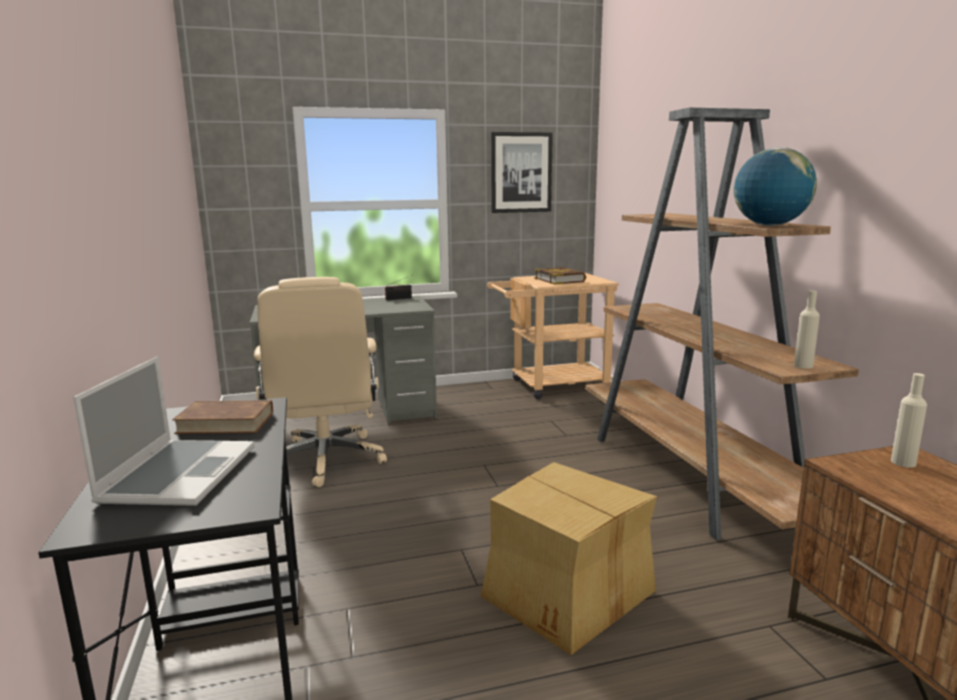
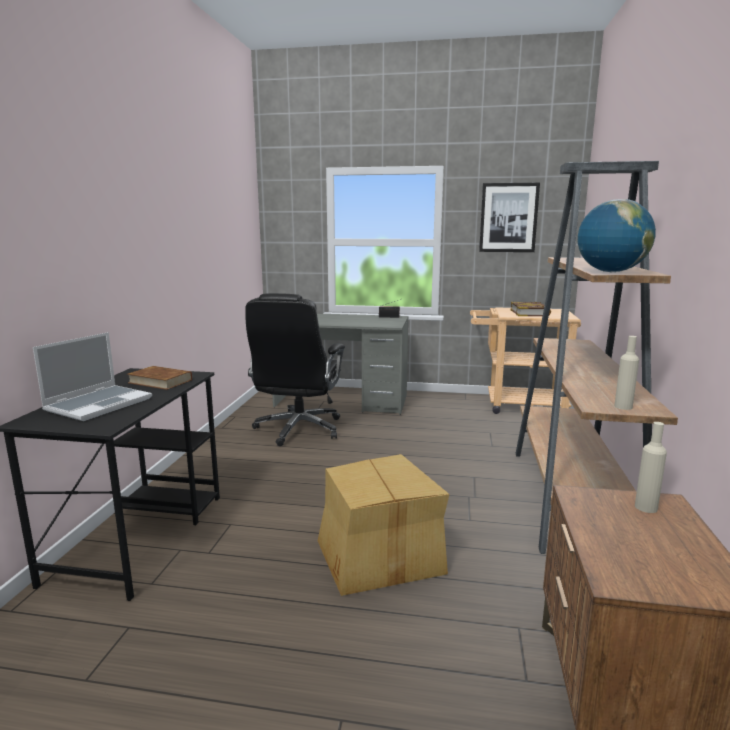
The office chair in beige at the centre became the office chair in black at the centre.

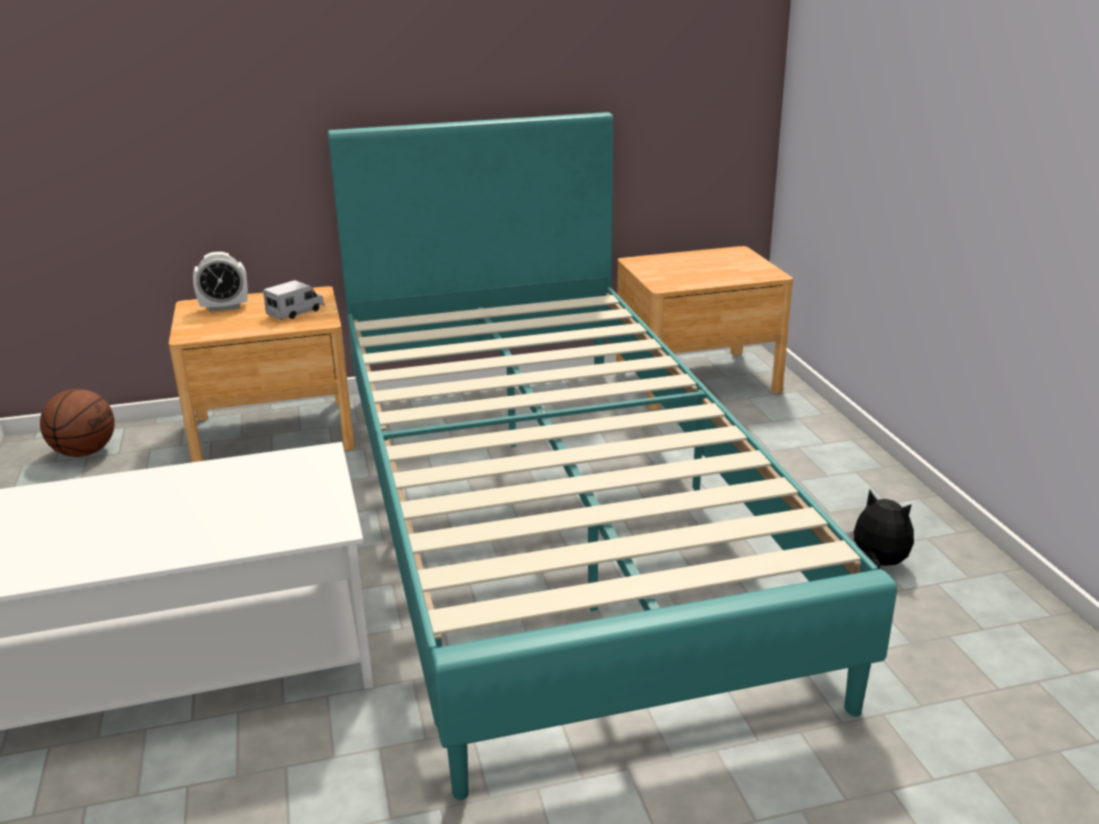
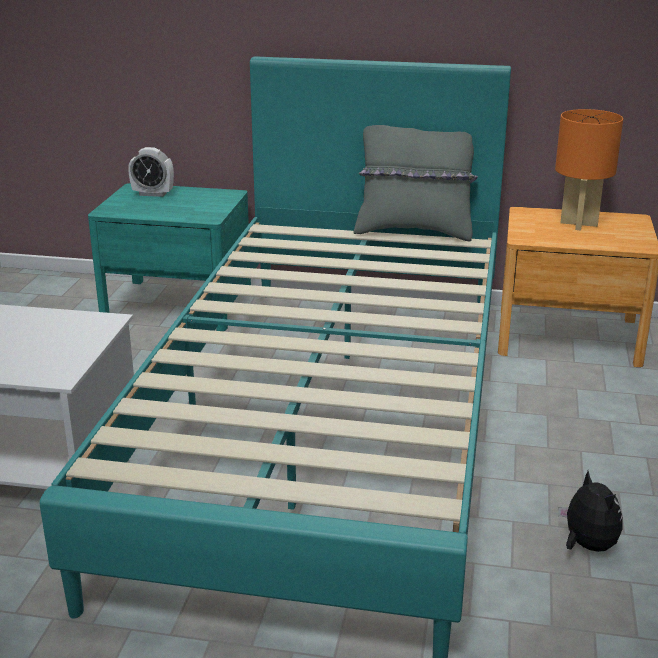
The nightstand in brown (no. 1 from left) at the middle left became the nightstand in turquoise at the middle left.
The pillow in grey at the top centre appeared.
The table lamp in orange at the top right appeared.
The basketball at the middle left disappeared.
The toy truck at the middle left disappeared.

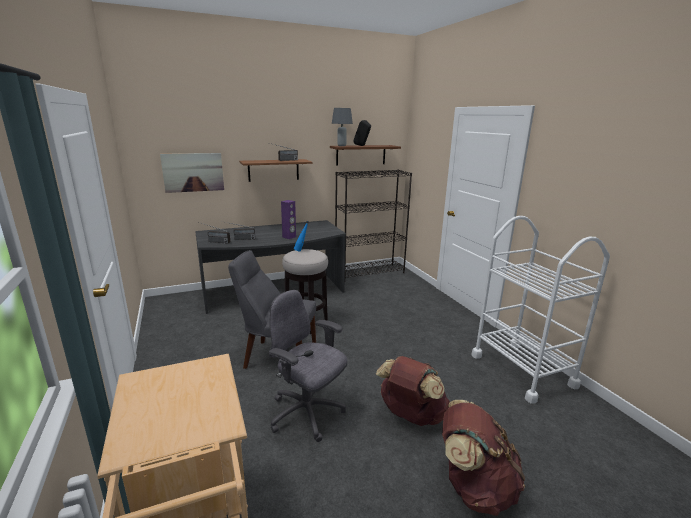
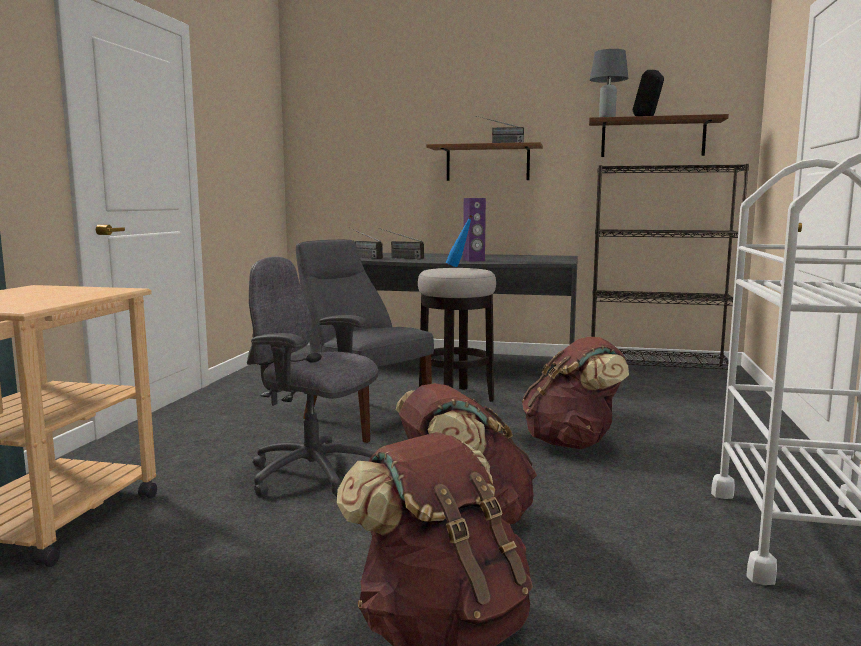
The office chair in grey at the bottom centre turned 45 degrees counterclockwise.
The backpack in brown (no. 3 from left) at the middle right appeared.
The picture at the middle left disappeared.

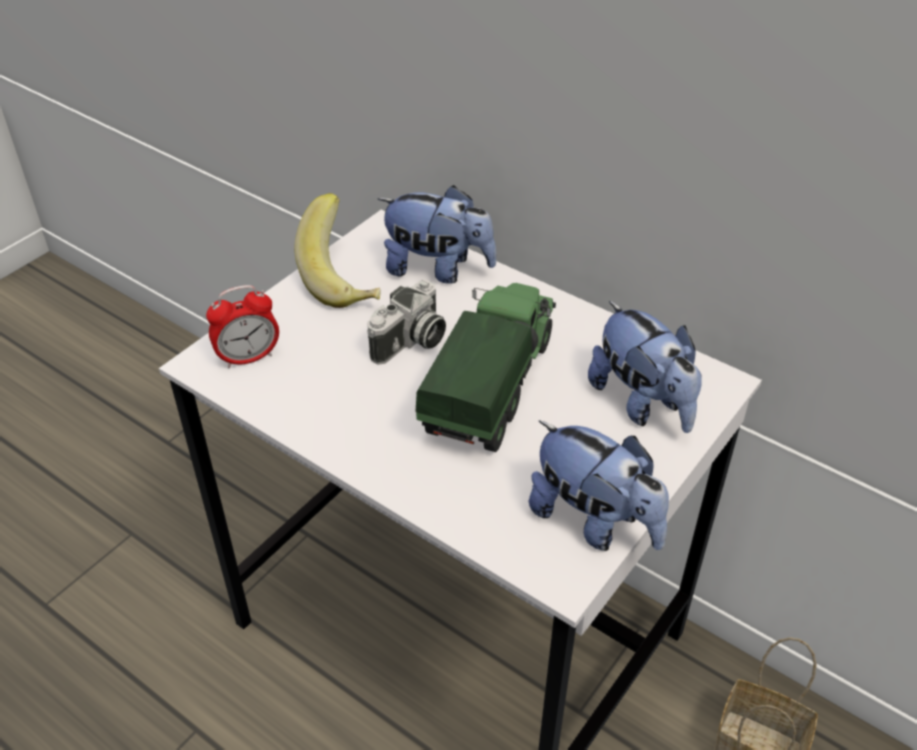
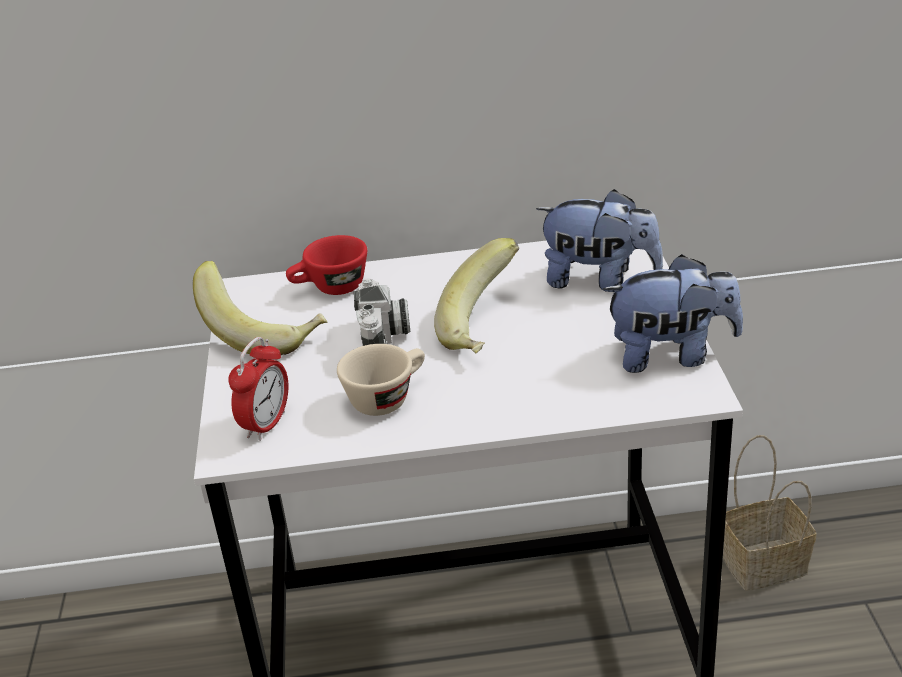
The plush toy (no. 1 from left) at the top centre was replaced by the cup in red at the centre.
The cup in beige at the centre appeared.
The toy truck at the centre was replaced by the banana (no. 2 from left) at the centre.

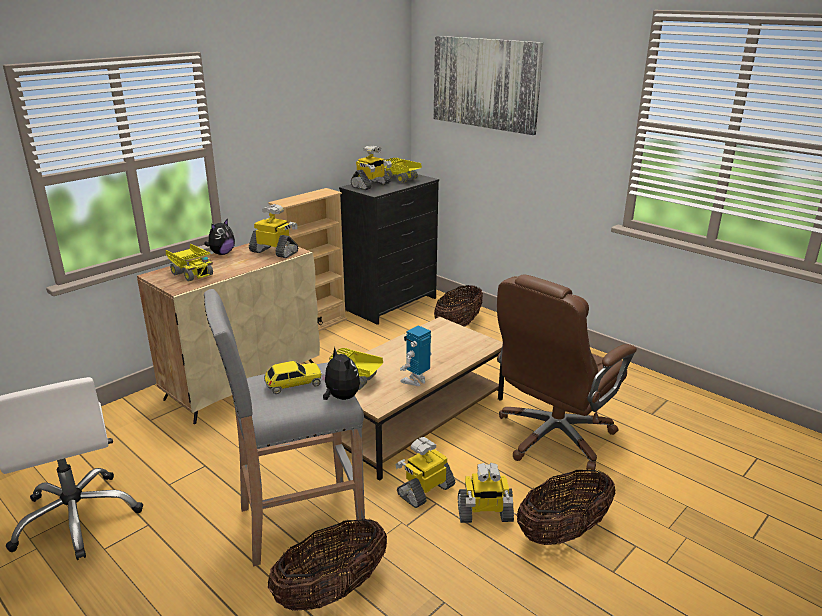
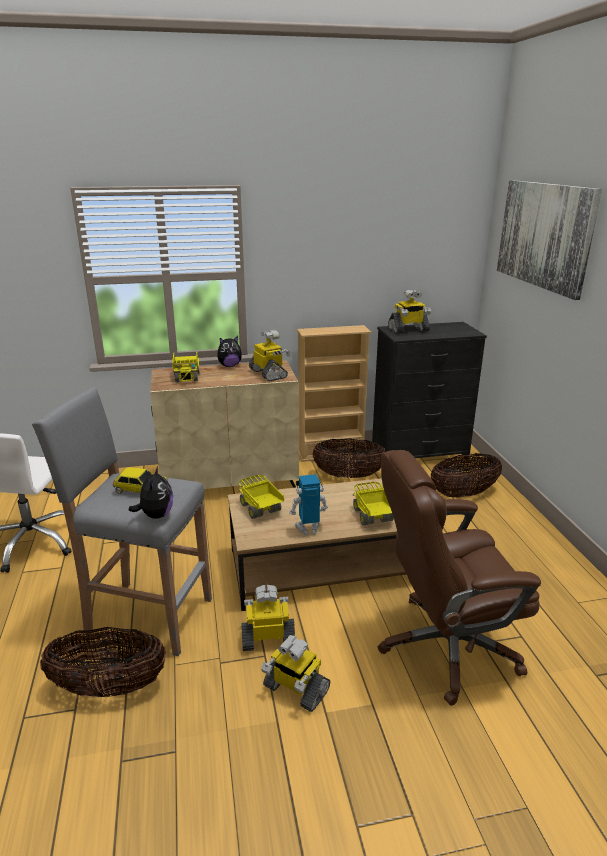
The basket (no. 3 from left in the first image) moved from the bottom right to the centre.
The toy truck (no. 3 from left) moved from the top centre to the centre.

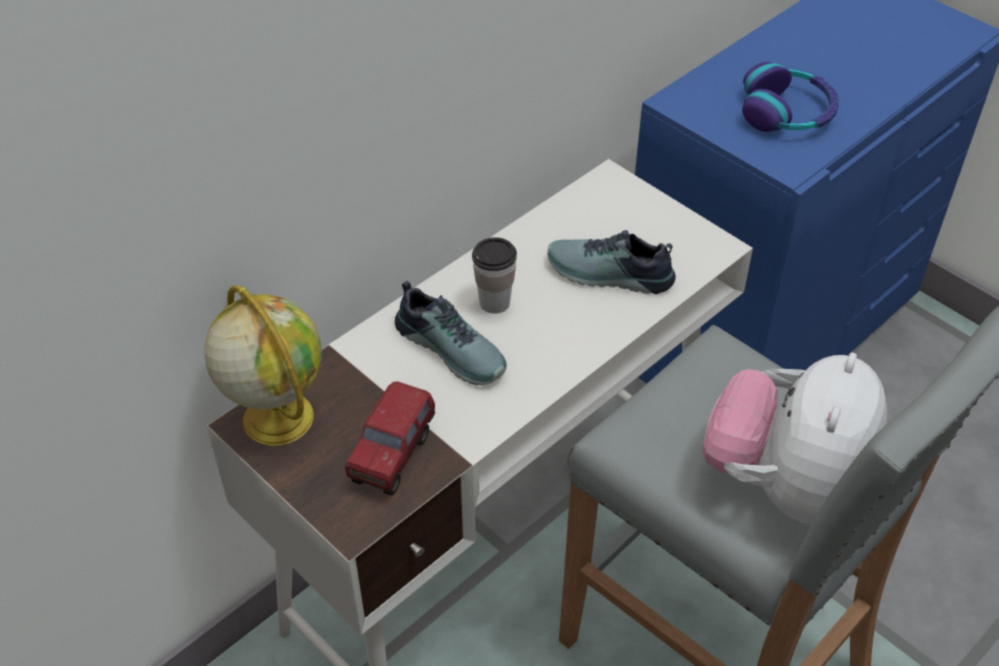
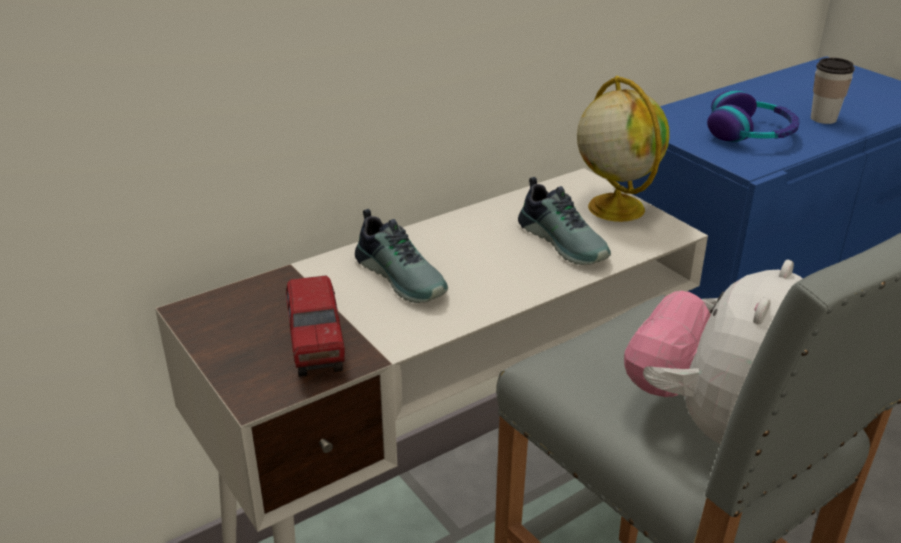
The toy truck at the centre turned 45 degrees counterclockwise.
The shoe (no. 2 from left) at the centre turned 150 degrees counterclockwise.
The globe moved from the middle left to the top right.
The cup moved from the centre to the top right.

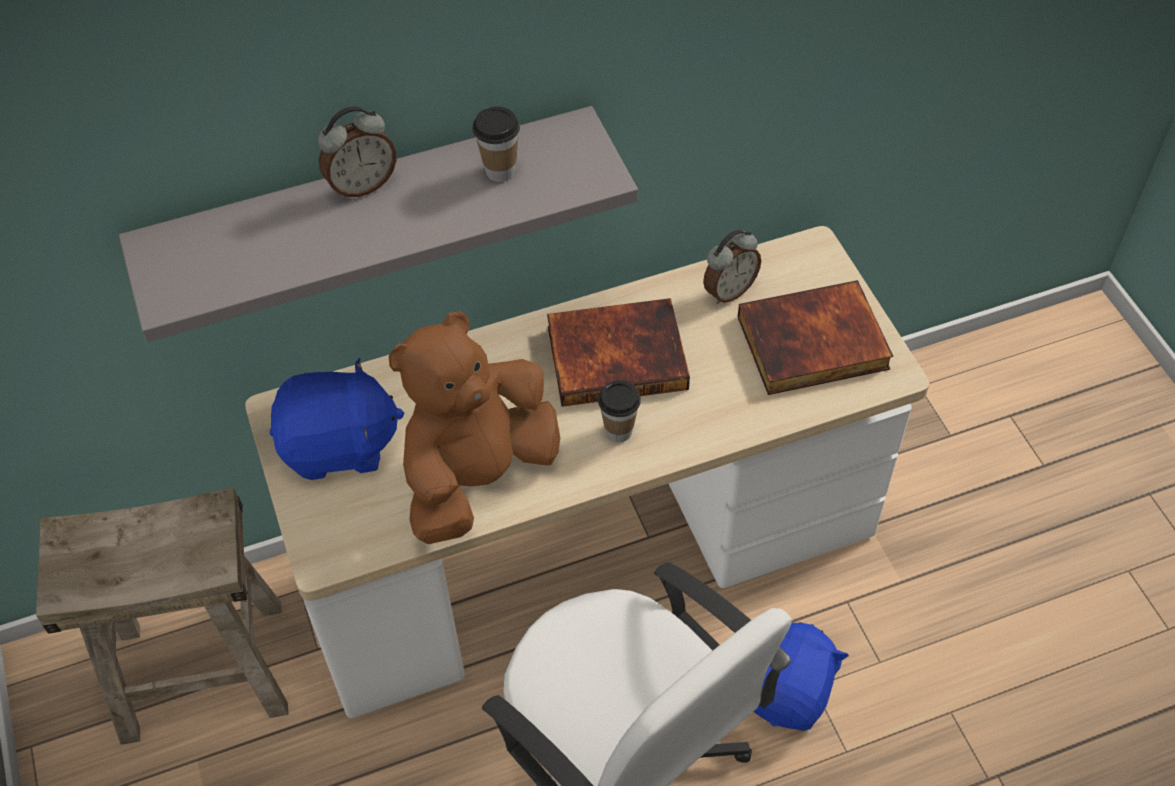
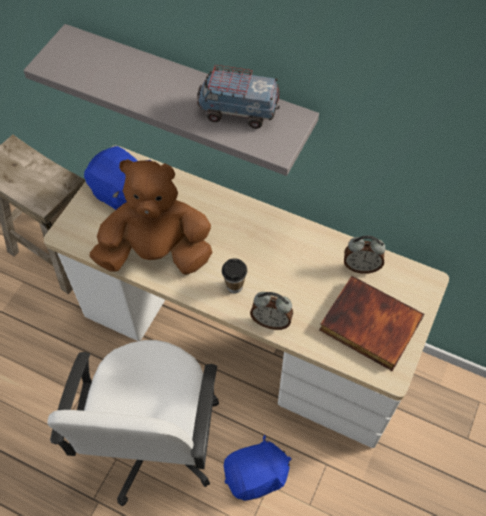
The cup (no. 1 from left) at the top centre was replaced by the toy truck at the top centre.
The alarm clock (no. 1 from left) moved from the top left to the centre.
The book (no. 1 from left) at the centre disappeared.

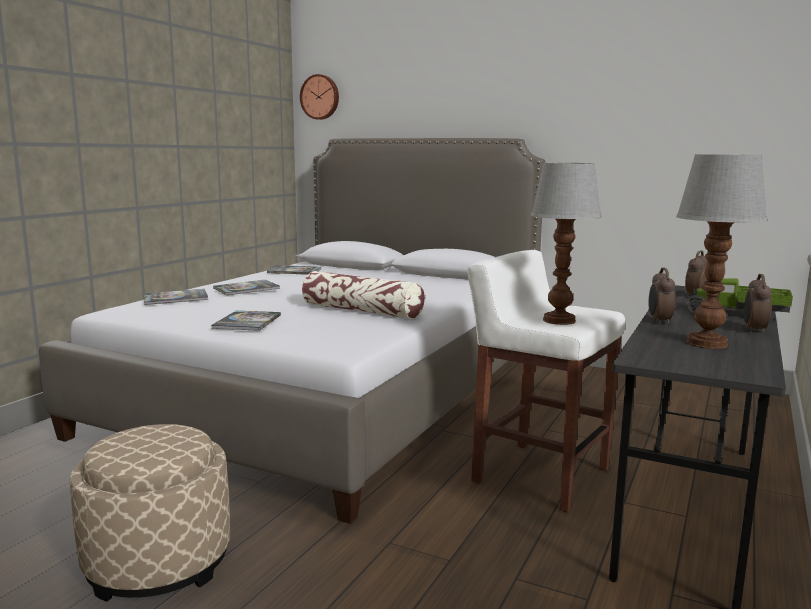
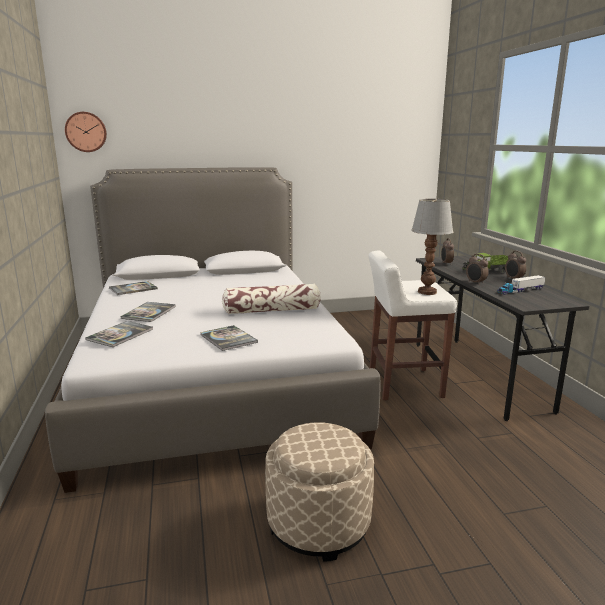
The table lamp (no. 2 from left) at the middle right was replaced by the toy truck (no. 2 from left) at the middle right.

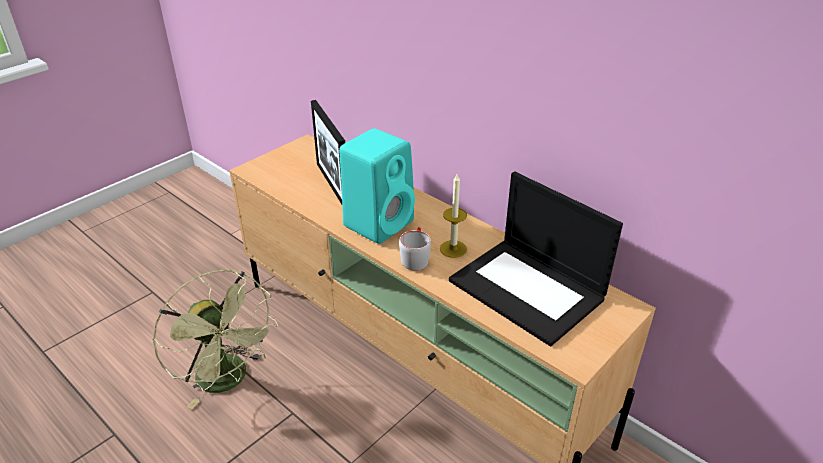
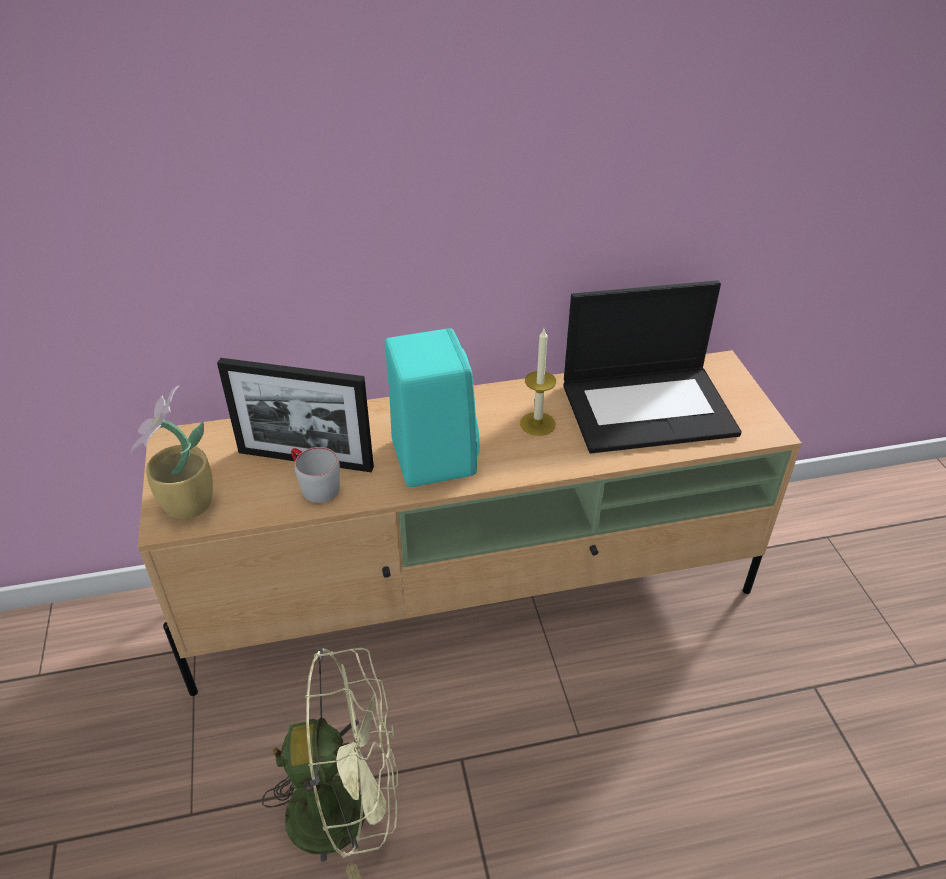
The potted plant at the middle left appeared.
The mug in grey moved from the centre to the middle left.

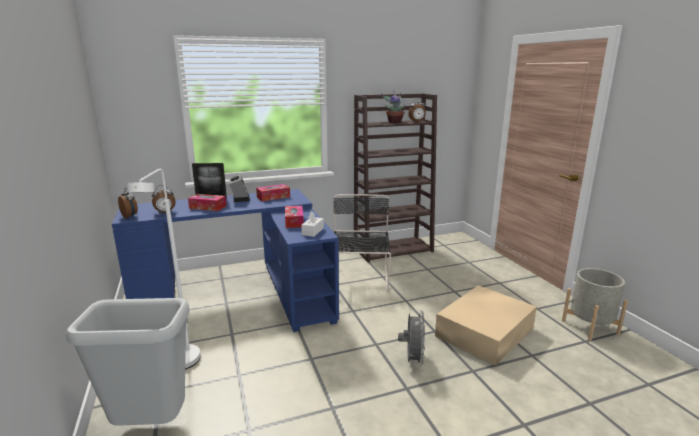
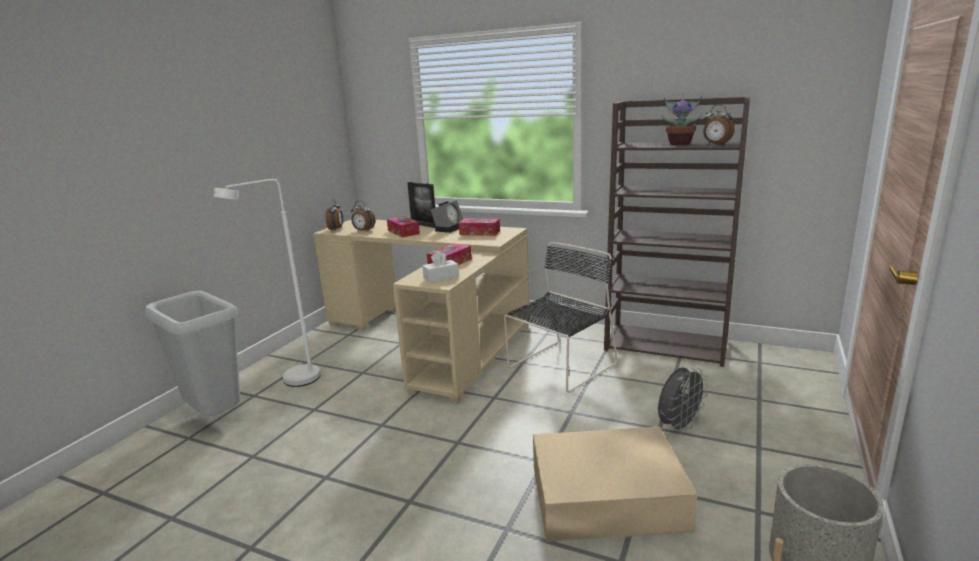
The desk in blue at the middle left became the desk in beige at the centre.
The fan in grey moved from the bottom centre to the bottom right.

